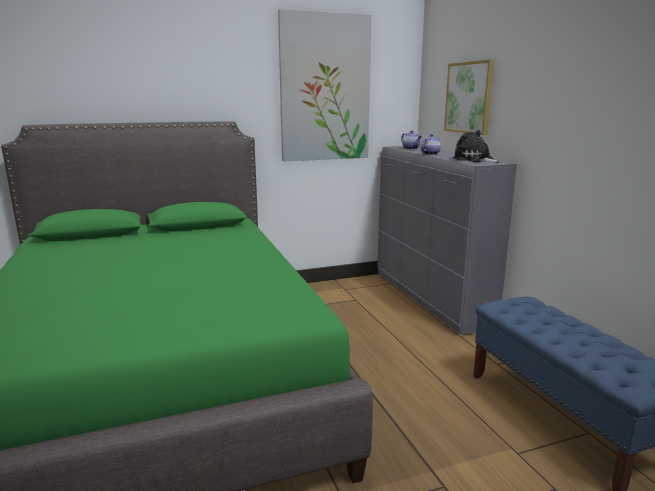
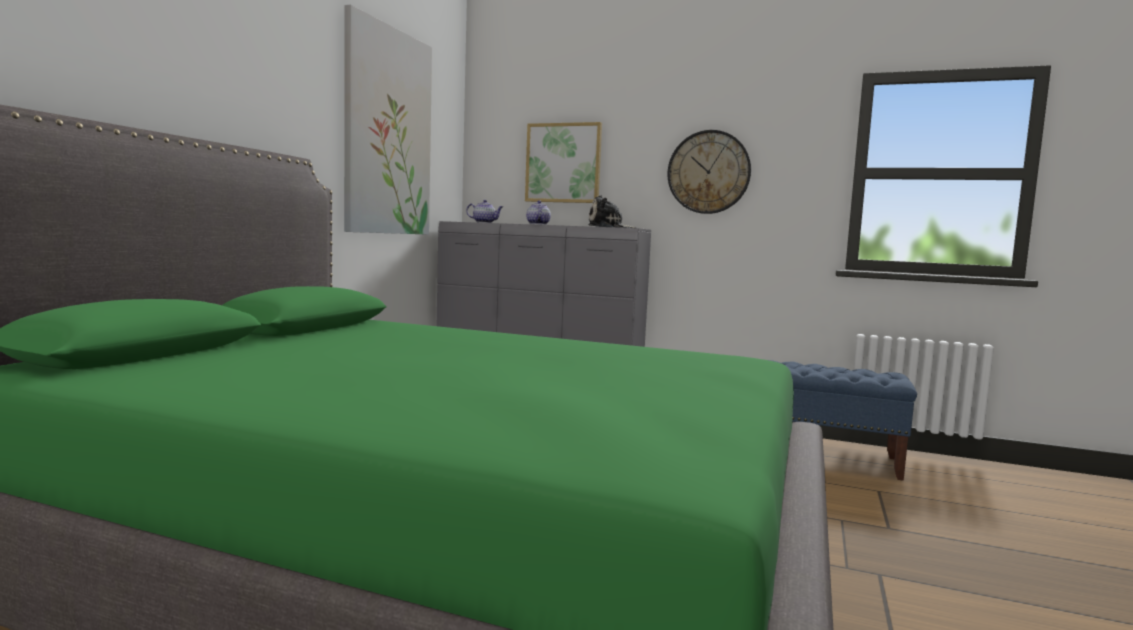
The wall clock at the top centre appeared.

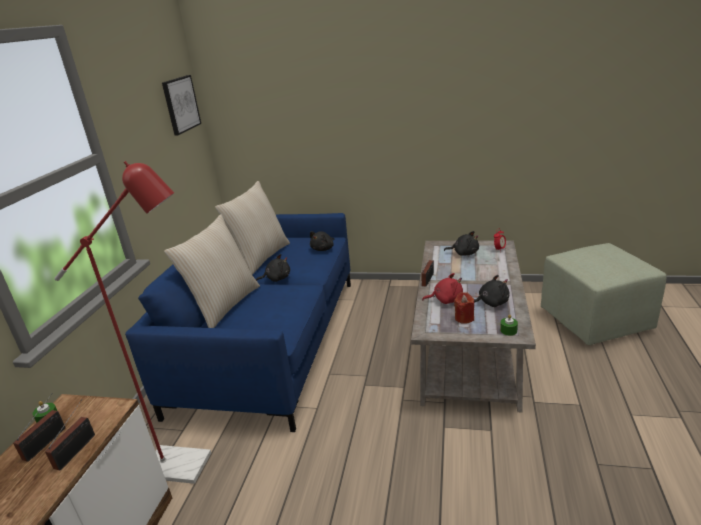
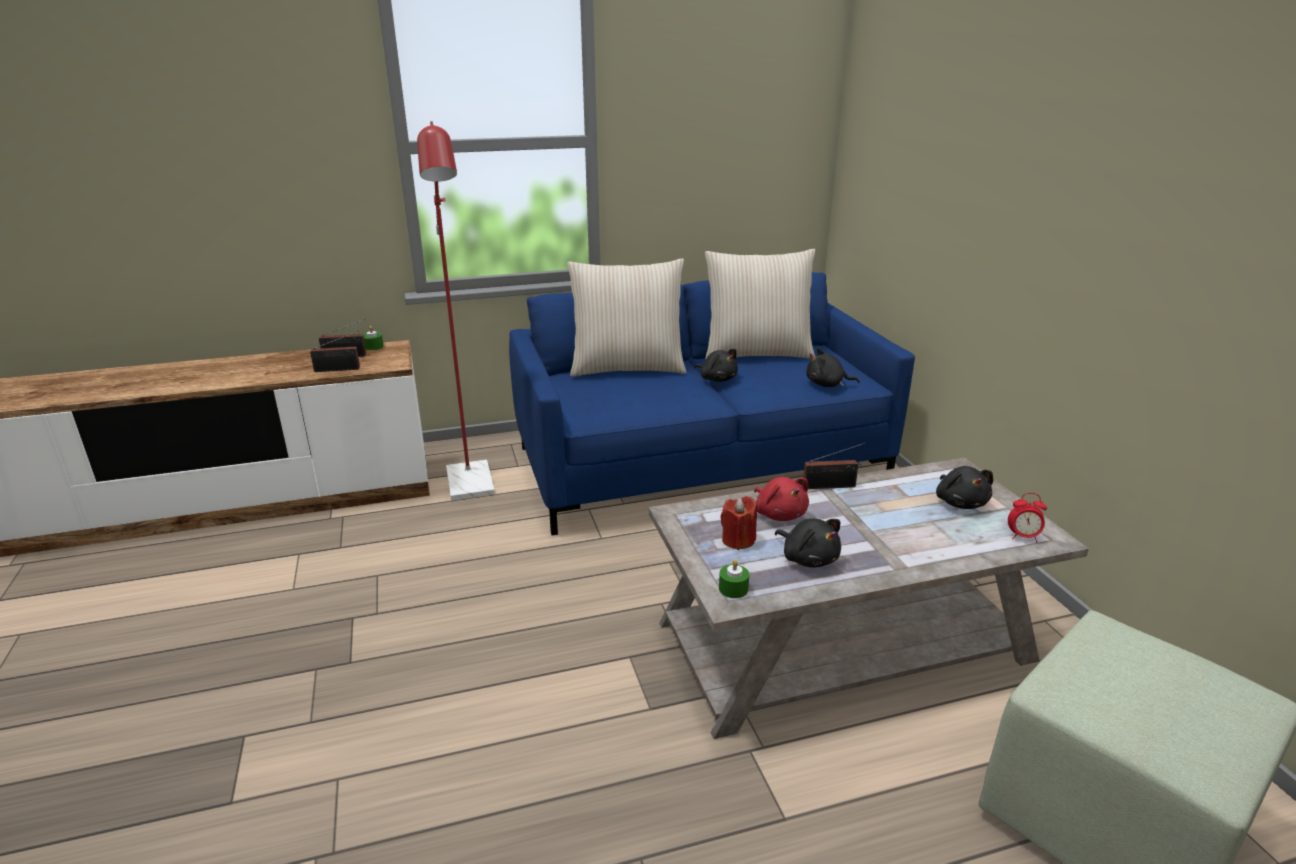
The picture at the top left disappeared.

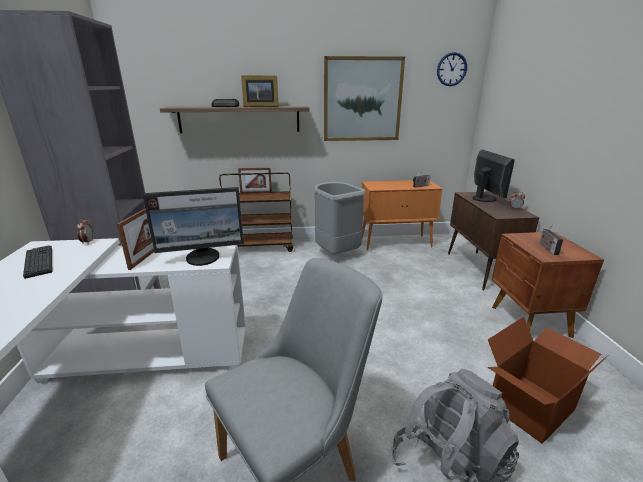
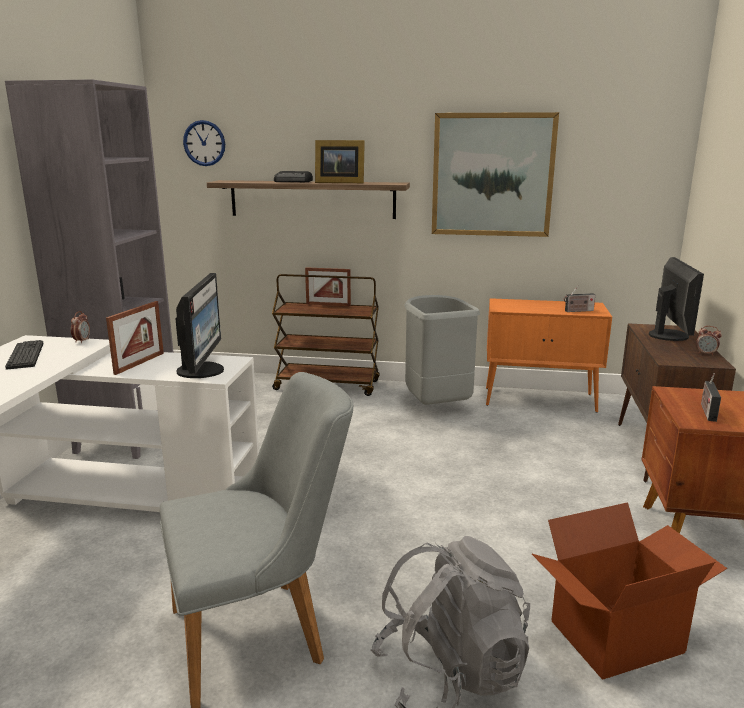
The monitor (no. 1 from left) at the middle left turned 90 degrees counterclockwise.
The wall clock moved from the top right to the top left.

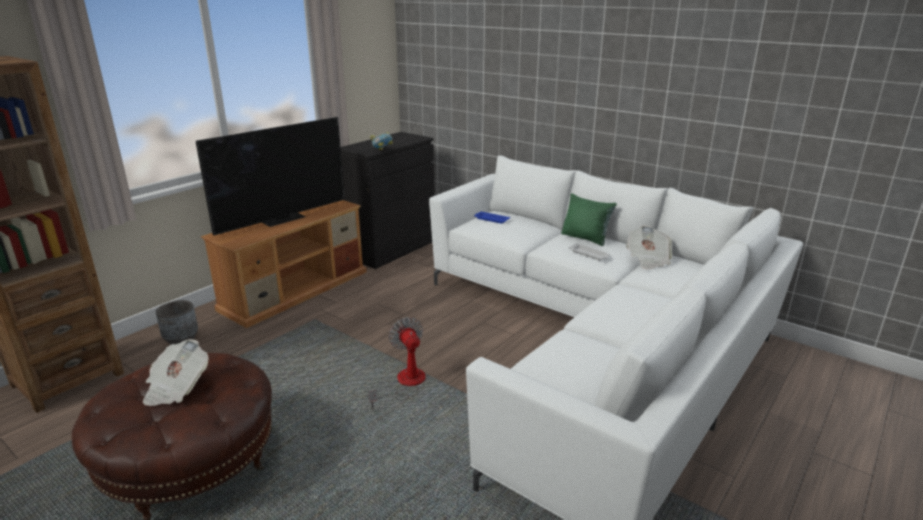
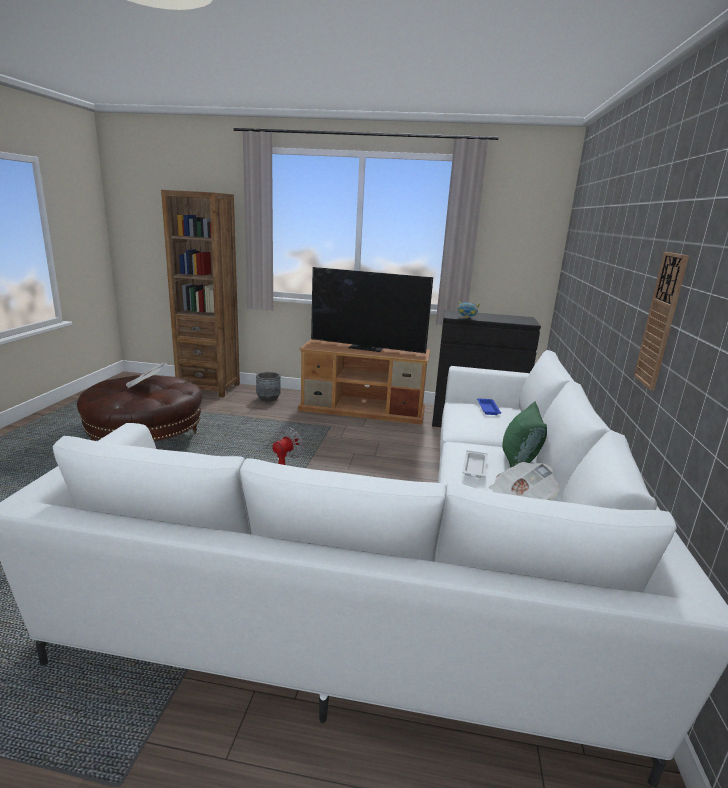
The wall clock at the middle right appeared.

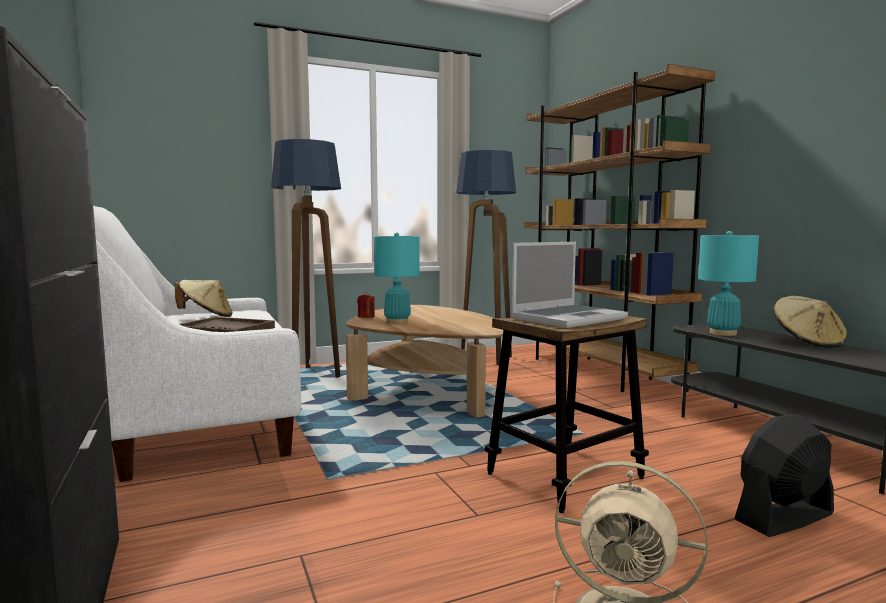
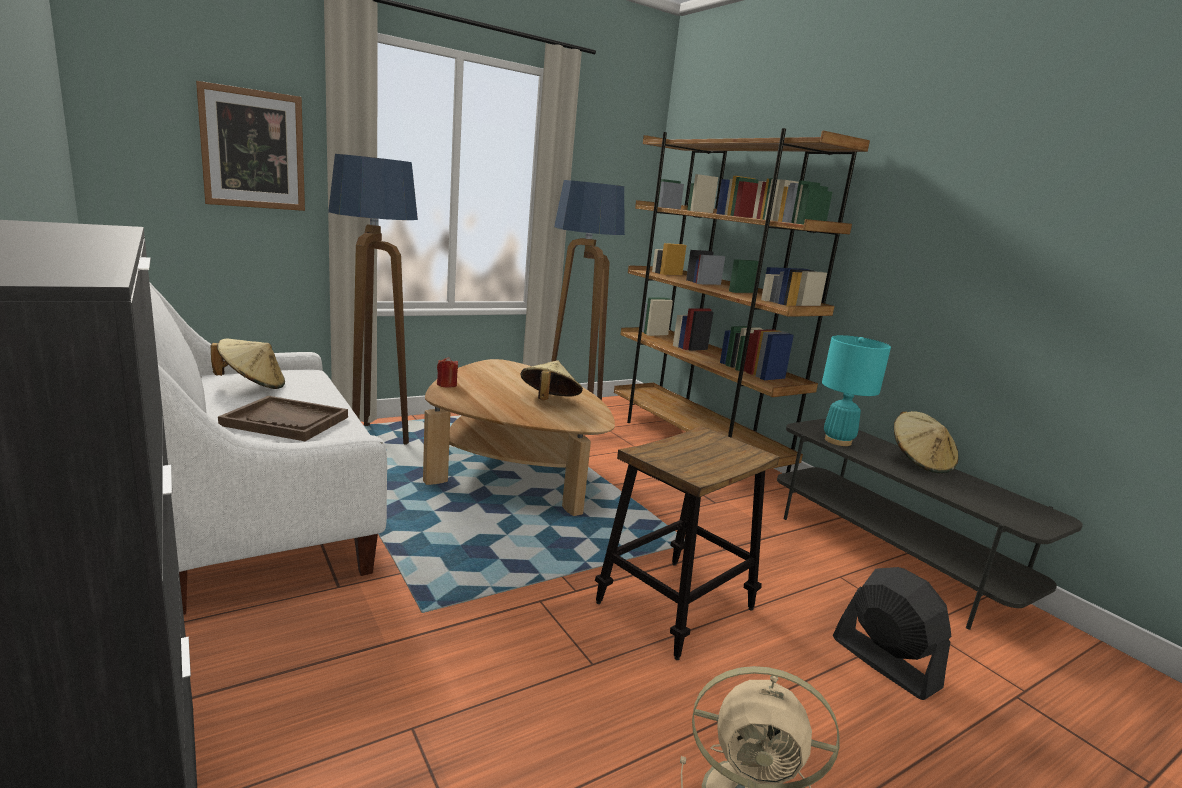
The picture at the top left appeared.
The hat in beige (no. 2 from left) at the centre appeared.
The fan in black at the bottom right turned 90 degrees clockwise.
The table lamp in turquoise (no. 1 from left) at the centre disappeared.
The laptop at the centre disappeared.

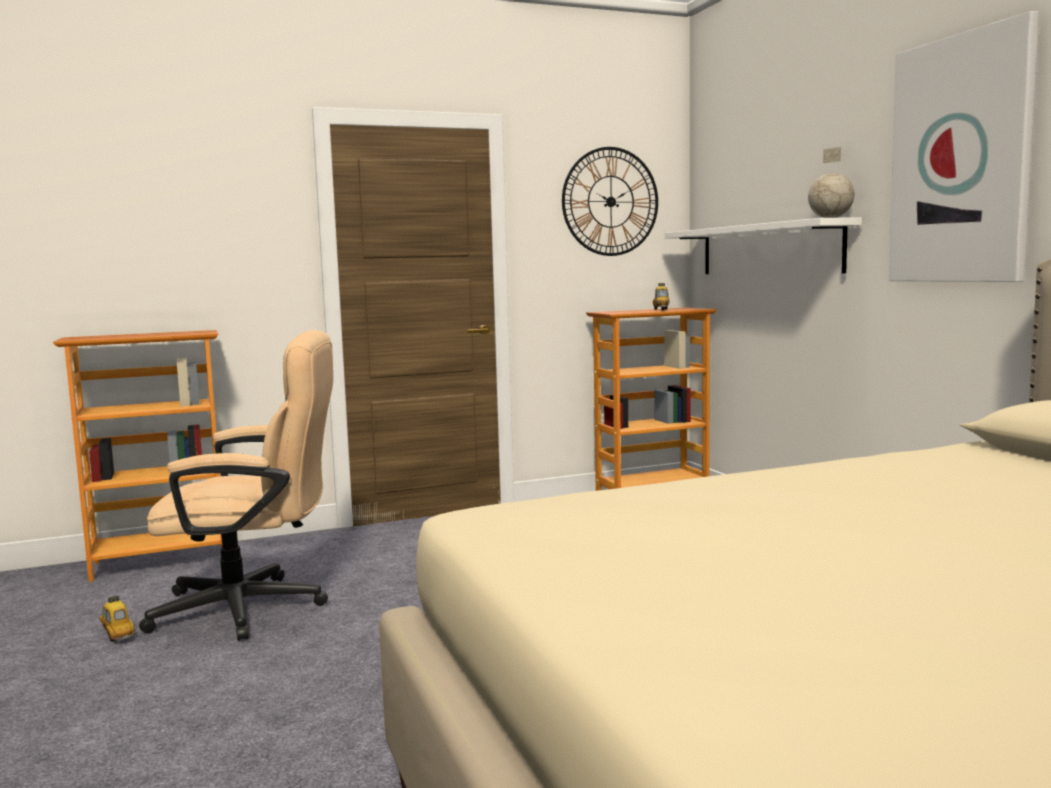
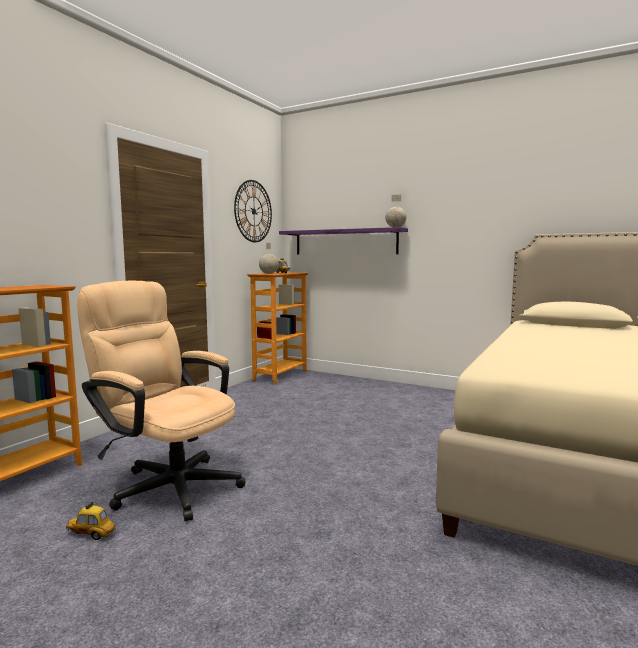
The office chair in beige at the middle left turned 105 degrees counterclockwise.
The globe (no. 1 from left) at the centre appeared.
The shelf in white at the top right became the shelf in purple at the centre.
The picture at the top right disappeared.

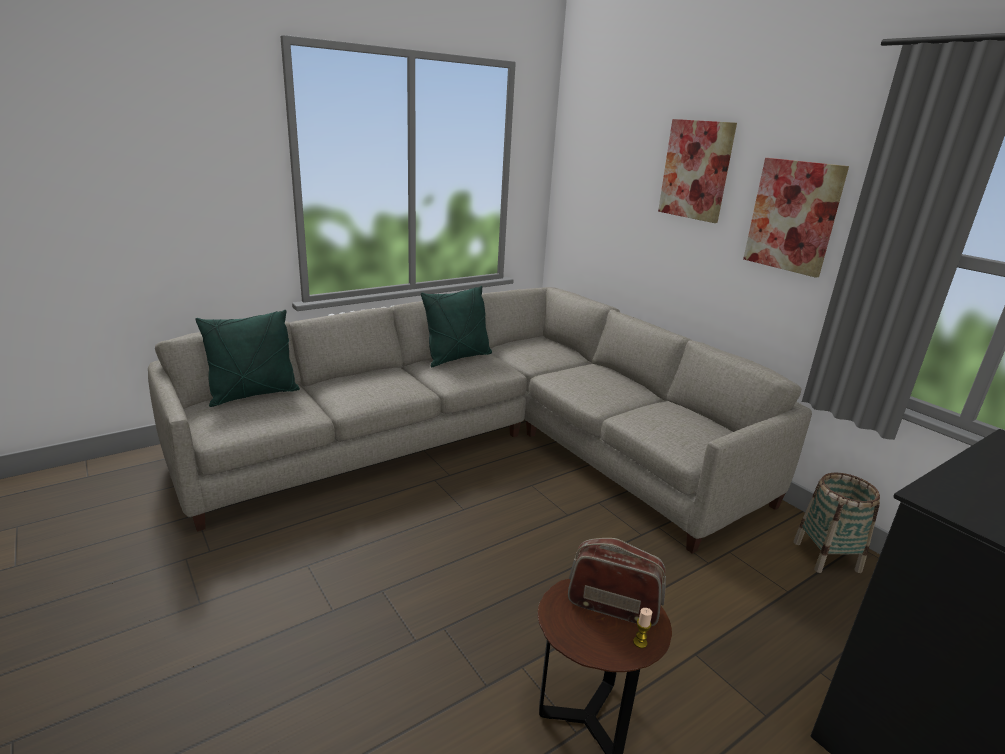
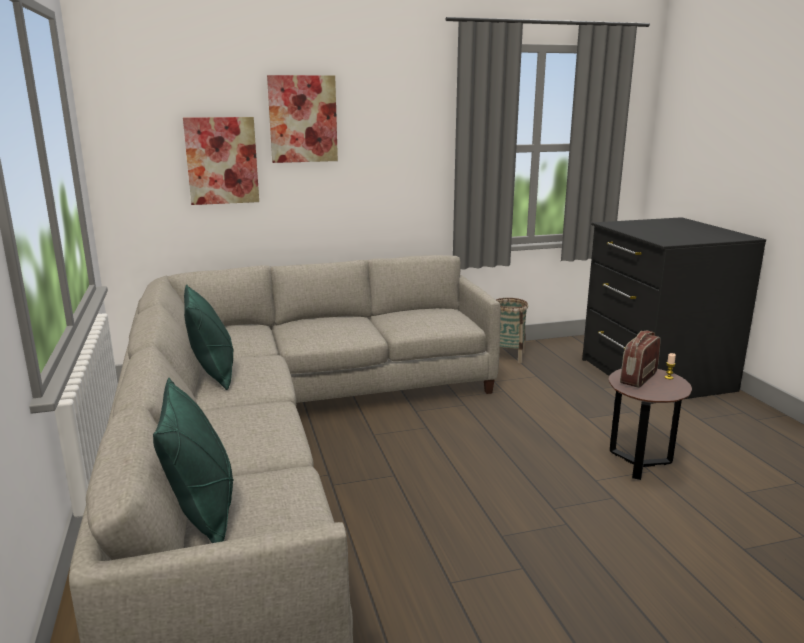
The picture (no. 2 from left in the first image) moved from the top right to the top left.

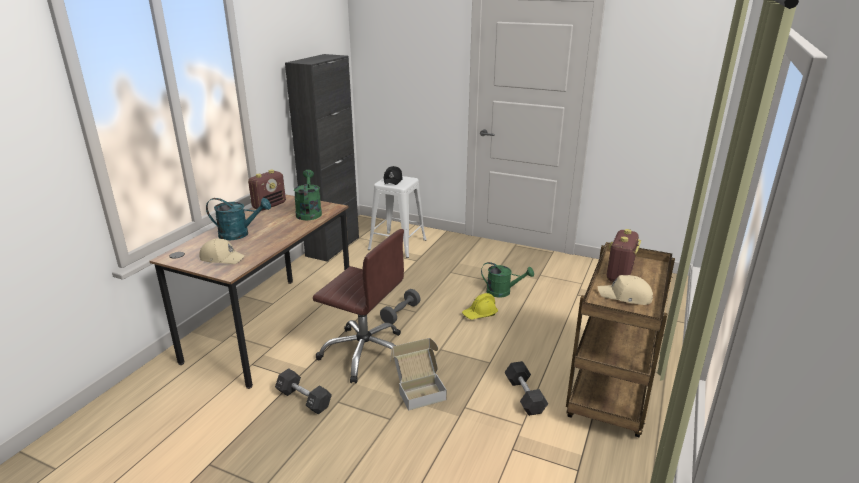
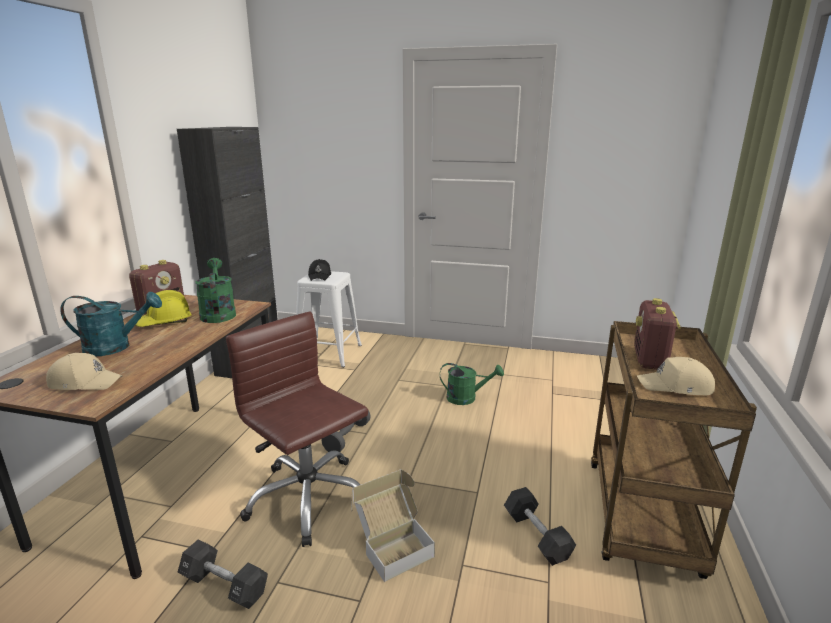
The hard hat in yellow moved from the centre to the middle left.
The office chair in brown at the centre turned 150 degrees counterclockwise.

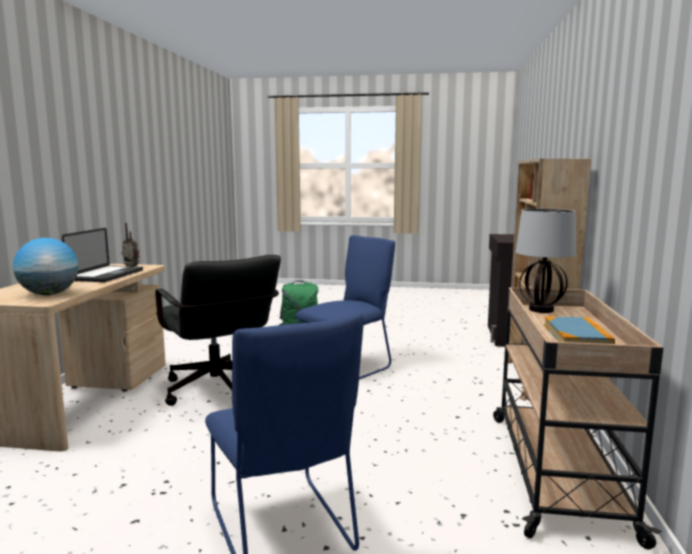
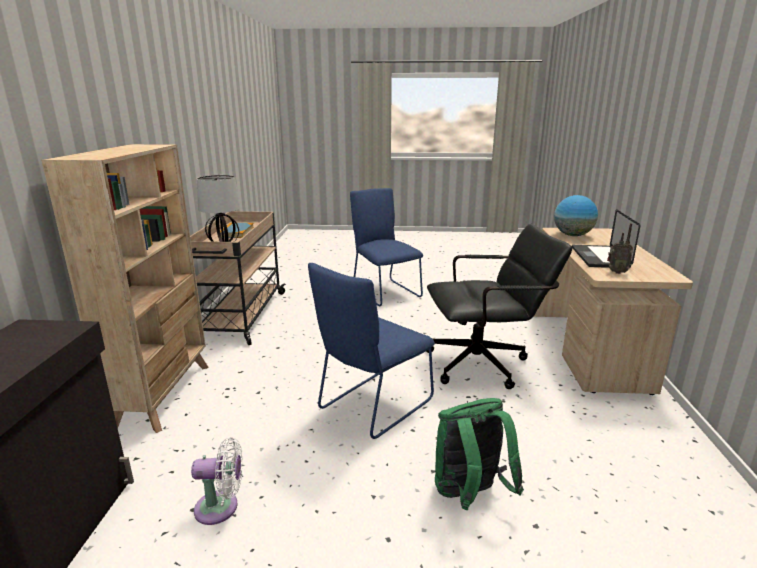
The fan in white at the bottom left appeared.
The office chair in black at the middle left turned 120 degrees clockwise.

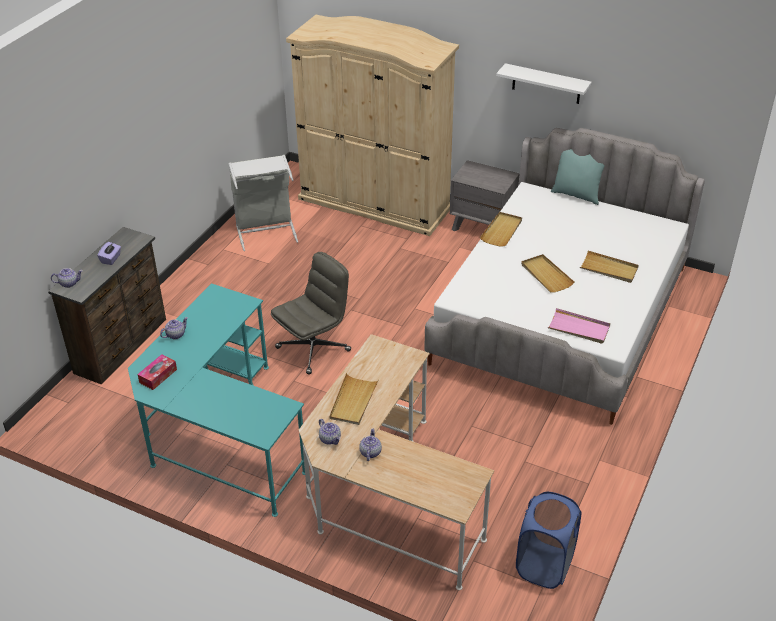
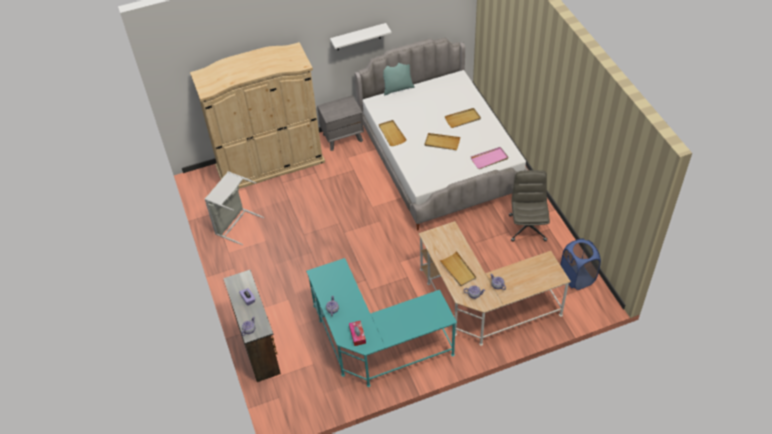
The office chair in grey moved from the centre to the middle right.

